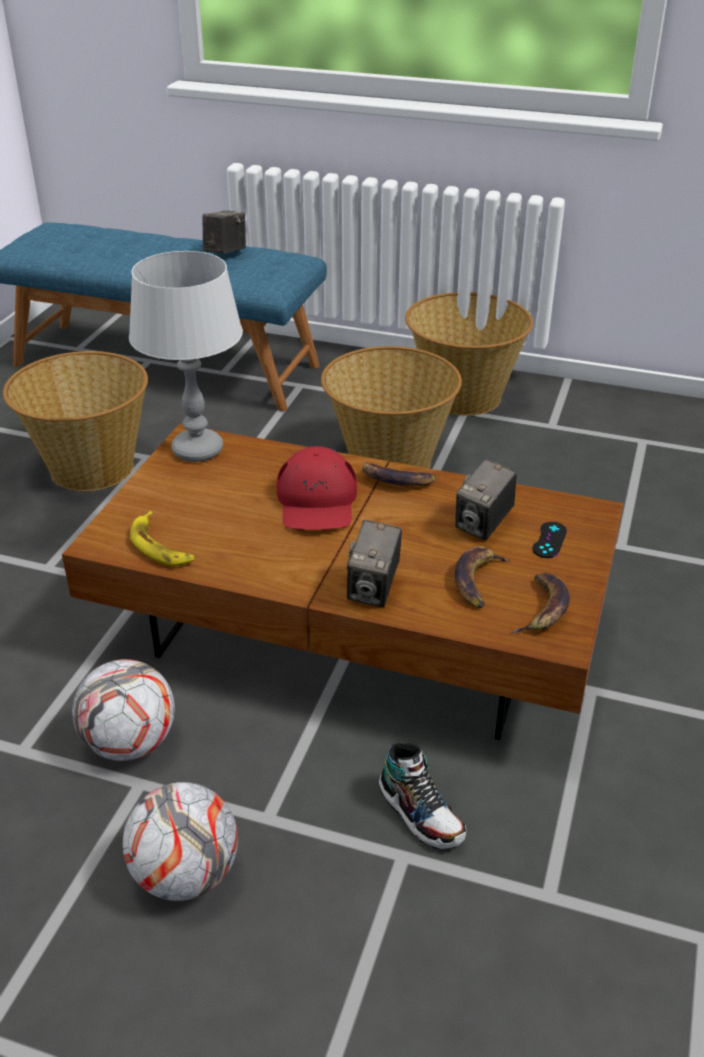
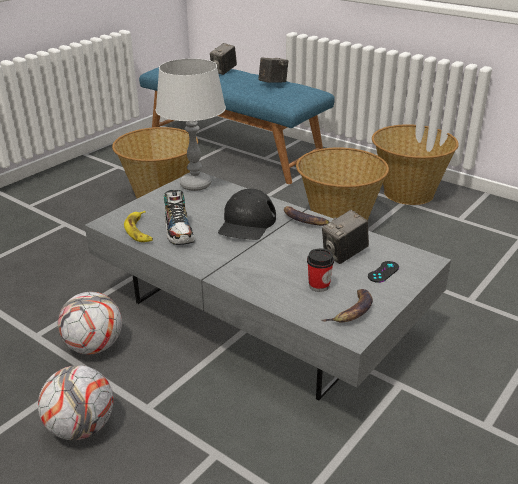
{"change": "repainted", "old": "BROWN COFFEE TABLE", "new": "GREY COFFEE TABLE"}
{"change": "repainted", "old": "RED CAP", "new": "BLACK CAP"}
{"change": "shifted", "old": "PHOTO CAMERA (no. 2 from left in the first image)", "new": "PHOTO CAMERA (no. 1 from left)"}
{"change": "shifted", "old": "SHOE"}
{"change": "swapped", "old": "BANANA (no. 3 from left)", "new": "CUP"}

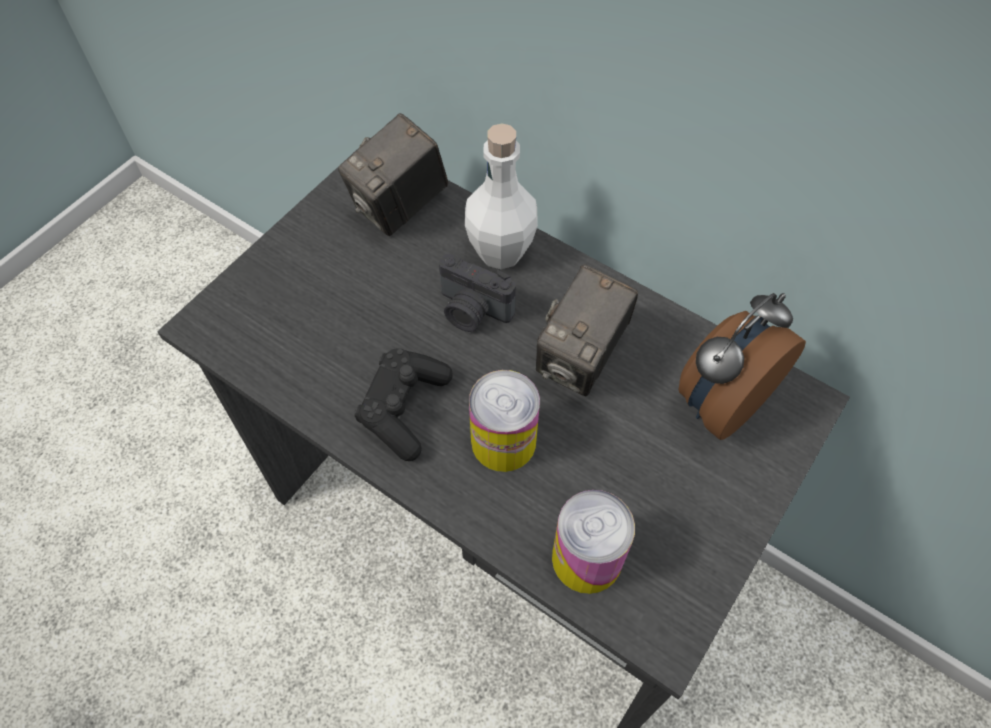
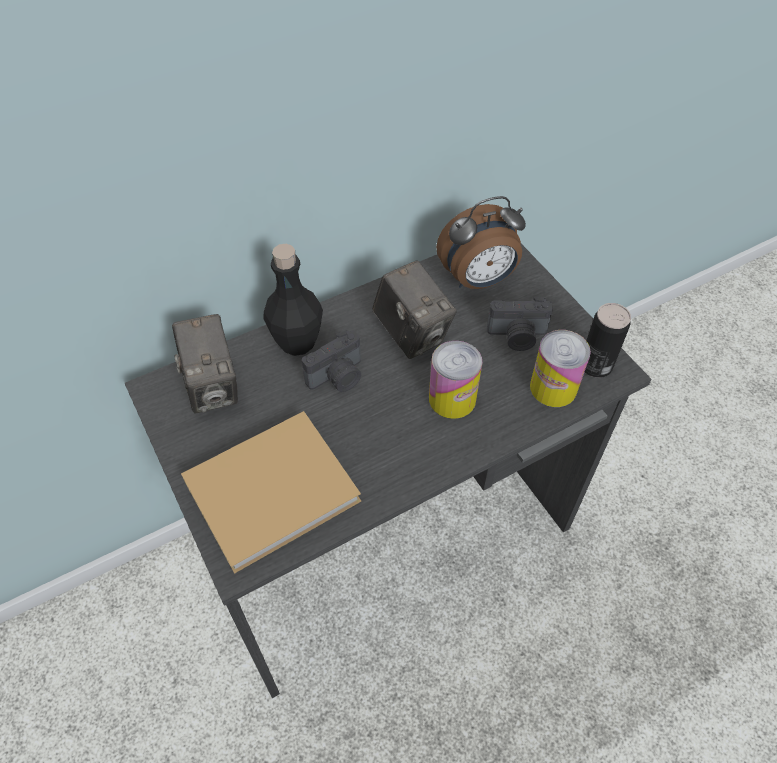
{"change": "gone", "old": "BLACK GAME CONTROLLER"}
{"change": "repainted", "old": "WHITE BOTTLE", "new": "BLACK BOTTLE"}
{"change": "rotated", "old": "ALARM CLOCK", "degrees": -90}
{"change": "new", "new": "BEIGE BOOK"}
{"change": "new", "new": "PHOTO CAMERA (no. 4 from left)"}
{"change": "new", "new": "CAN (no. 3 from left)"}

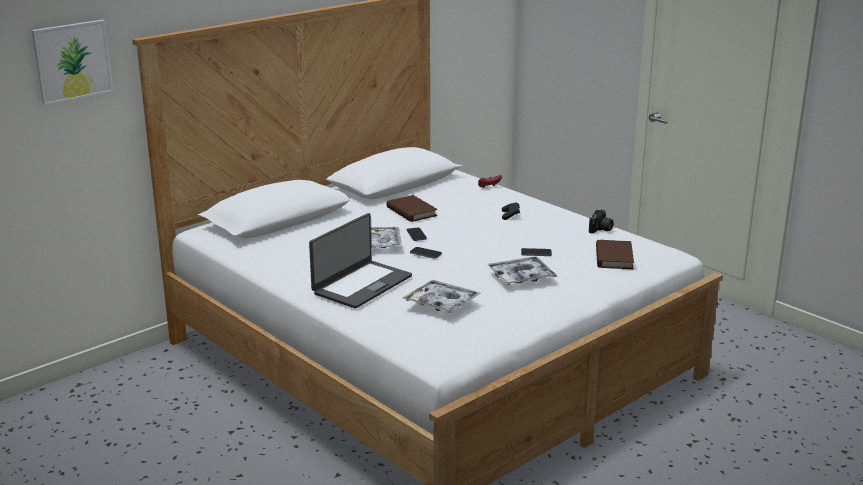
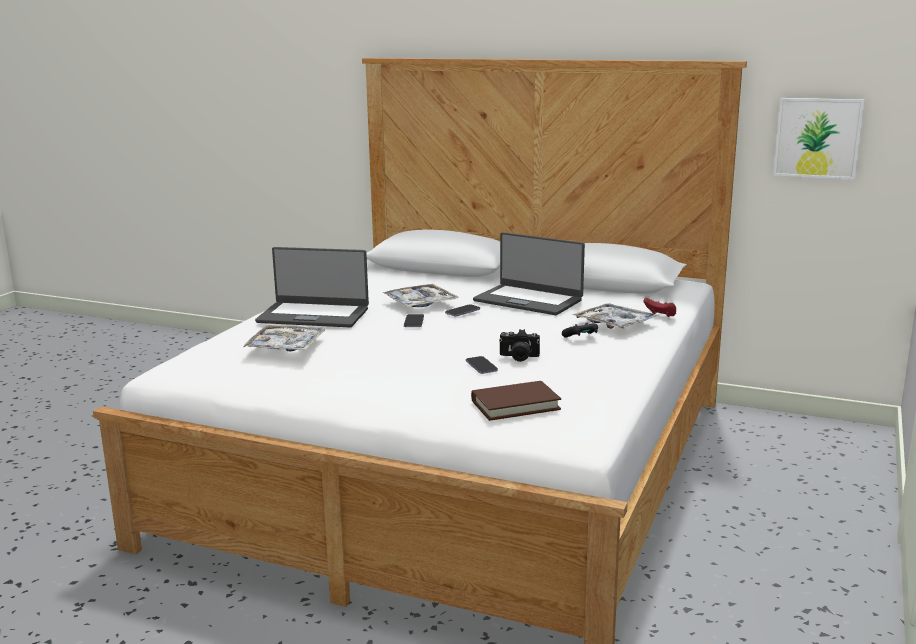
{"change": "shifted", "old": "PICTURE"}
{"change": "swapped", "old": "BROWN BOOK (no. 1 from left)", "new": "LAPTOP (no. 2 from left)"}
{"change": "shifted", "old": "TRAY (no. 3 from left)"}
{"change": "shifted", "old": "PHOTO CAMERA"}

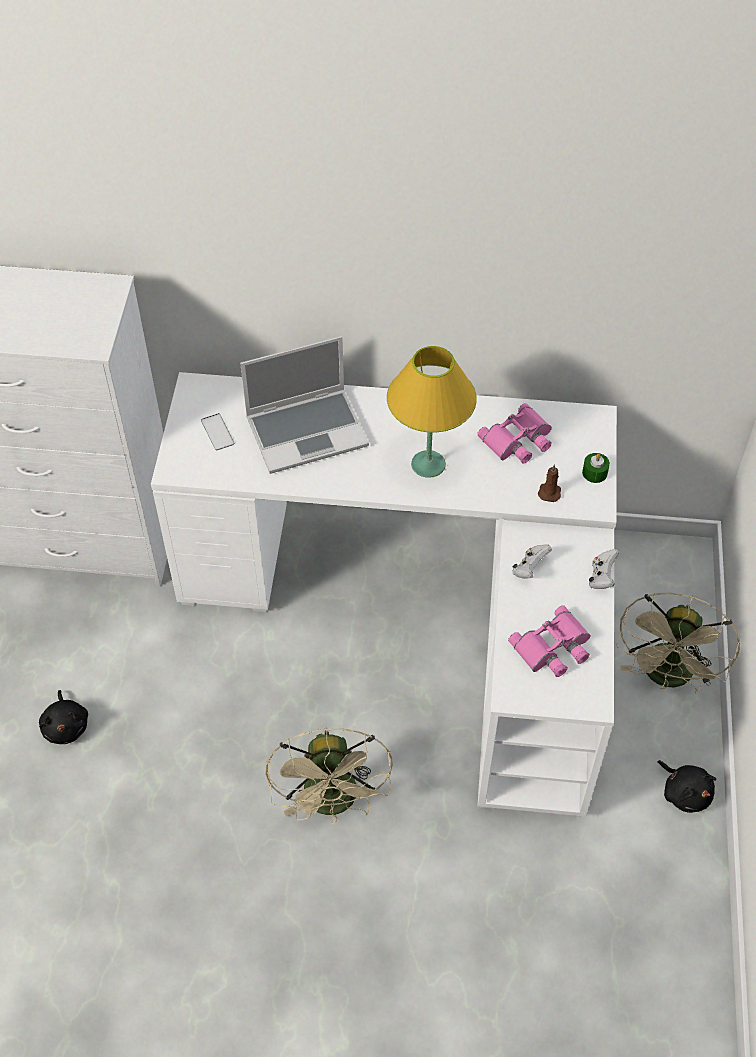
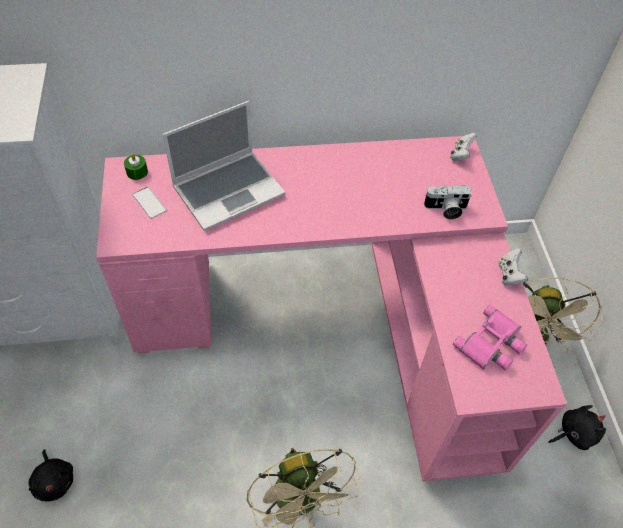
{"change": "repainted", "old": "WHITE DESK", "new": "PINK DESK"}
{"change": "gone", "old": "YELLOW TABLE LAMP"}
{"change": "gone", "old": "PINK BINOCULARS (no. 1 from left)"}
{"change": "shifted", "old": "WHITE GAME CONTROLLER (no. 1 from left)"}
{"change": "swapped", "old": "BROWN CANDLE", "new": "PHOTO CAMERA"}
{"change": "shifted", "old": "GREEN CANDLE"}
{"change": "rotated", "old": "BLACK PLUSH TOY (no. 2 from left)", "degrees": -60}

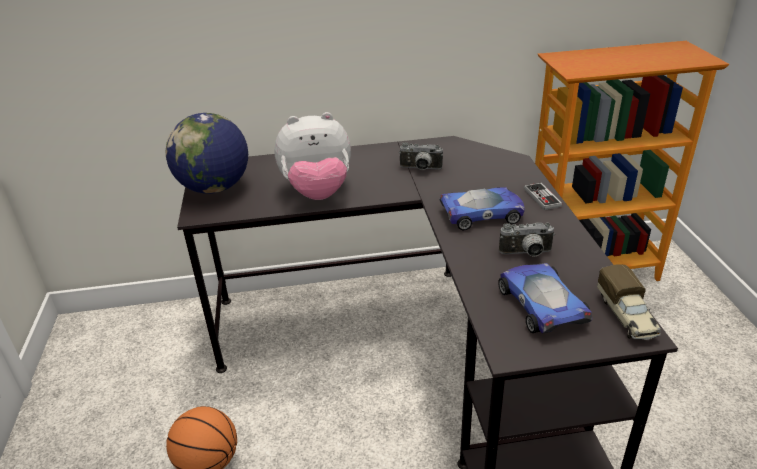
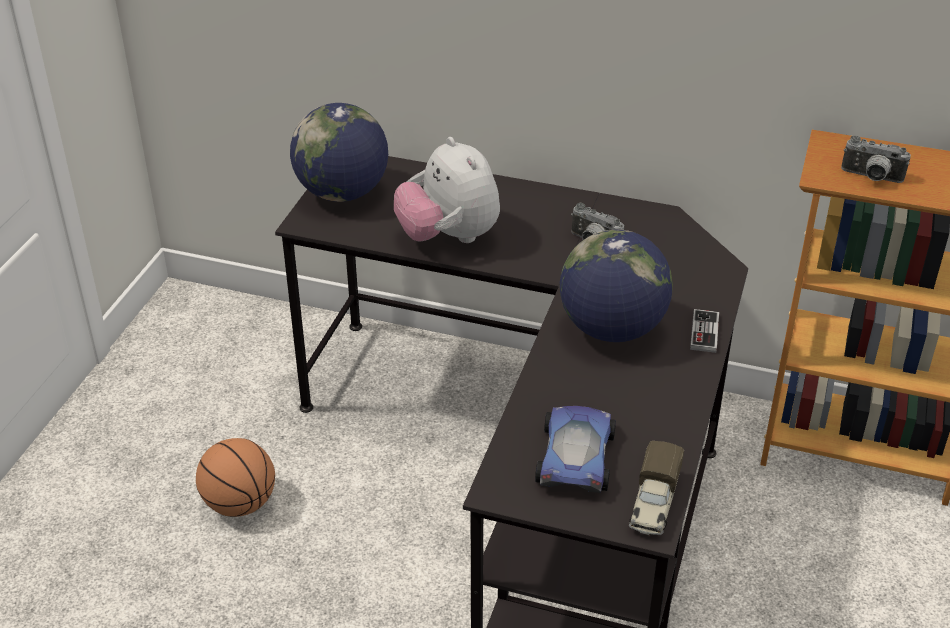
{"change": "rotated", "old": "PLUSH TOY", "degrees": 45}
{"change": "swapped", "old": "TOY CAR (no. 1 from left)", "new": "GLOBE (no. 2 from left)"}
{"change": "shifted", "old": "PHOTO CAMERA (no. 2 from left)"}

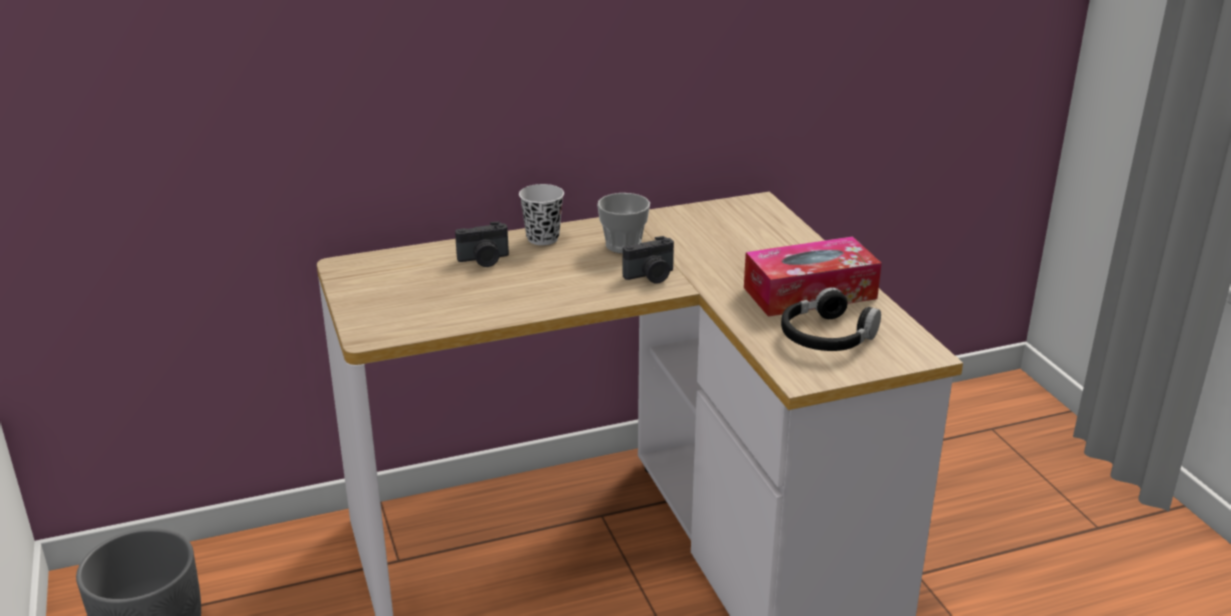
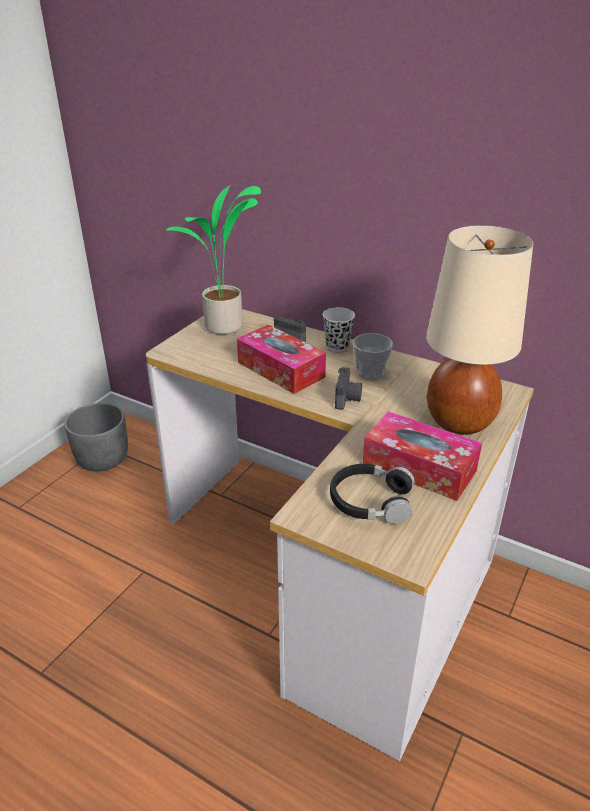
{"change": "rotated", "old": "PHOTO CAMERA (no. 2 from left)", "degrees": -105}
{"change": "new", "new": "POTTED PLANT"}
{"change": "new", "new": "TISSUE BOX (no. 1 from left)"}
{"change": "new", "new": "BEIGE TABLE LAMP"}

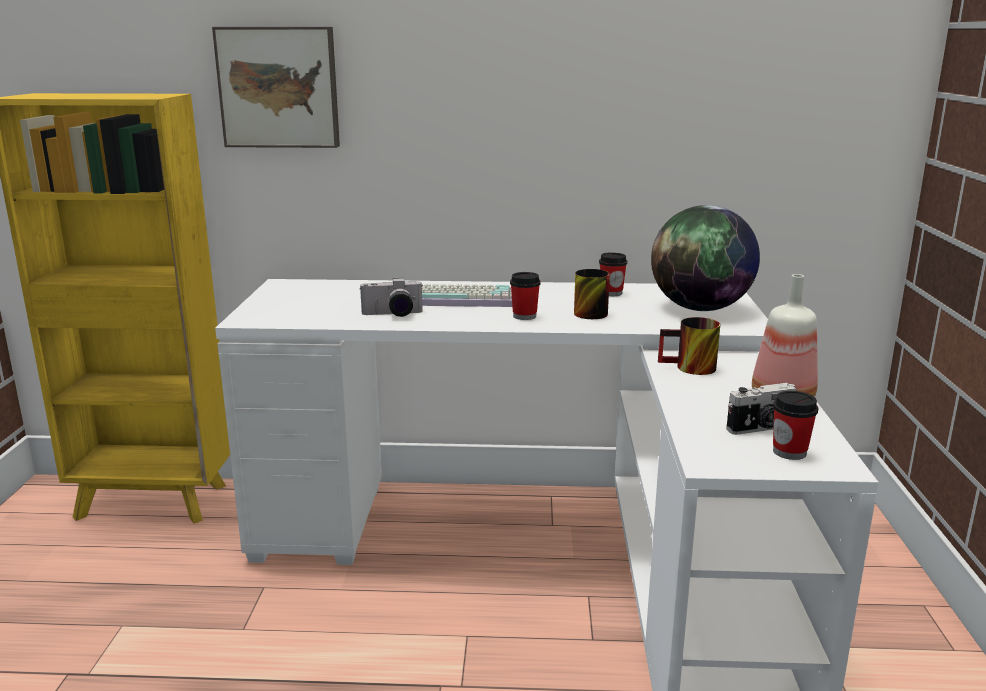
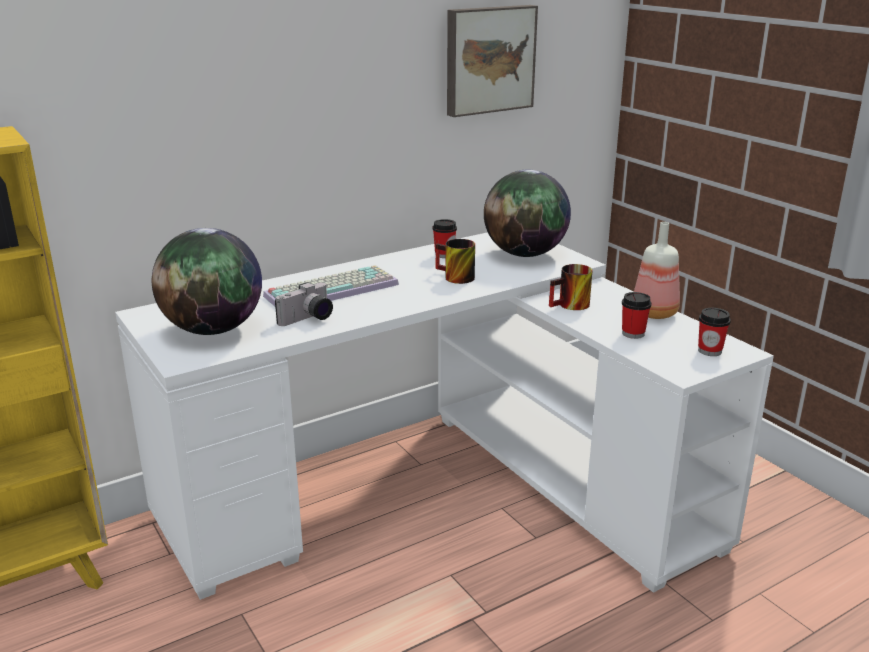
{"change": "shifted", "old": "PICTURE"}
{"change": "shifted", "old": "CUP (no. 1 from left in the first image)", "new": "CUP (no. 2 from left)"}
{"change": "gone", "old": "PHOTO CAMERA (no. 2 from left)"}
{"change": "new", "new": "GLOBE (no. 1 from left)"}

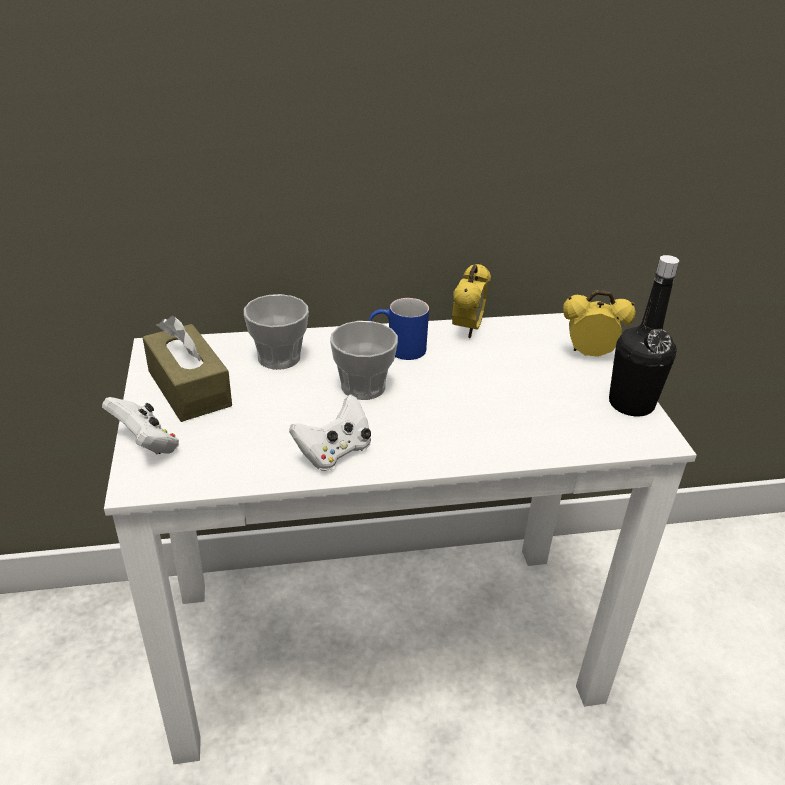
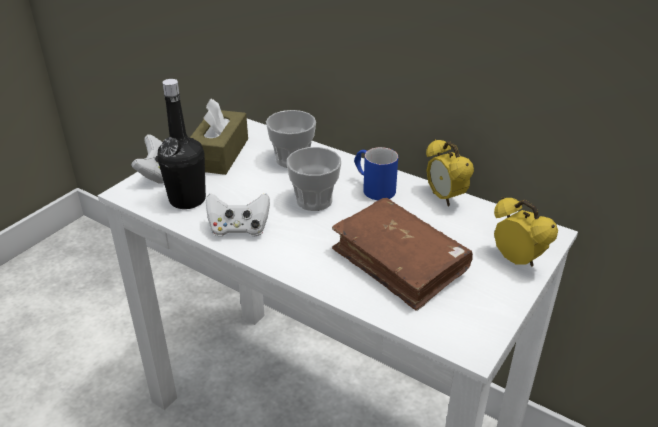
{"change": "rotated", "old": "ALARM CLOCK (no. 1 from left)", "degrees": 90}
{"change": "shifted", "old": "BLACK BOTTLE"}
{"change": "new", "new": "BROWN BOOK"}

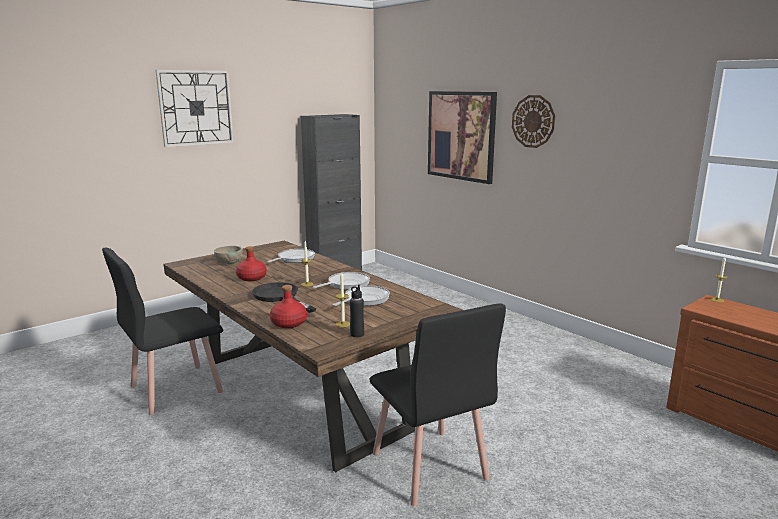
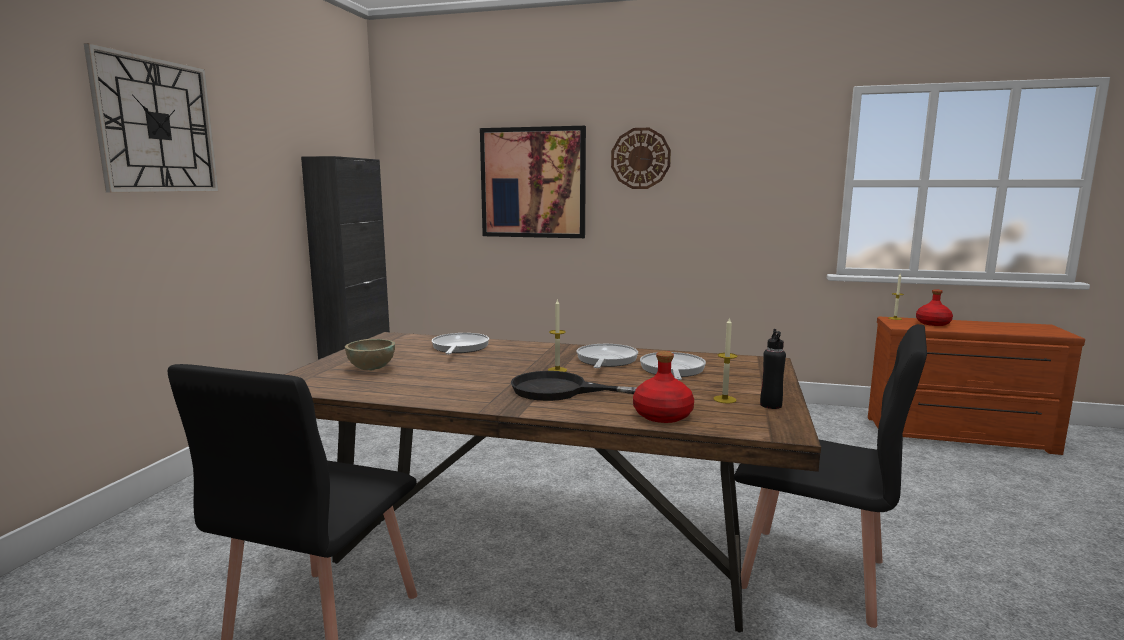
{"change": "shifted", "old": "RED BOTTLE (no. 1 from left in the first image)", "new": "RED BOTTLE (no. 2 from left)"}

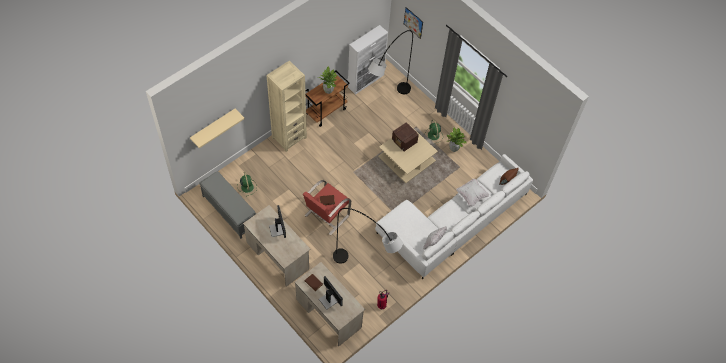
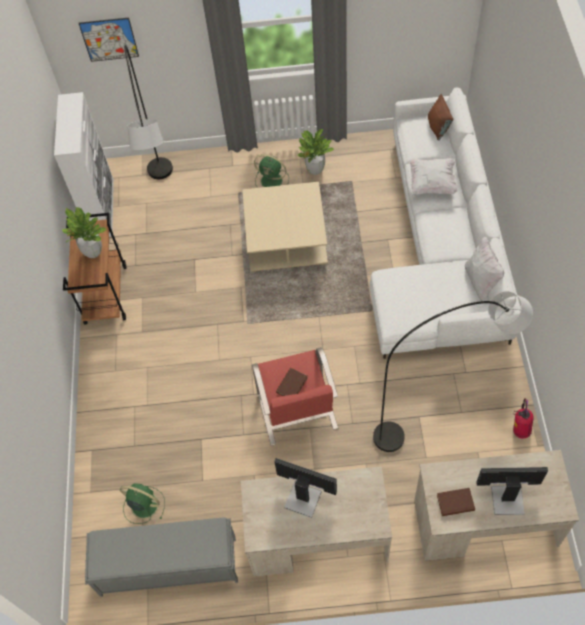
{"change": "gone", "old": "BEIGE SHELF"}
{"change": "gone", "old": "BEIGE BOOKCASE"}
{"change": "gone", "old": "RADIO"}

